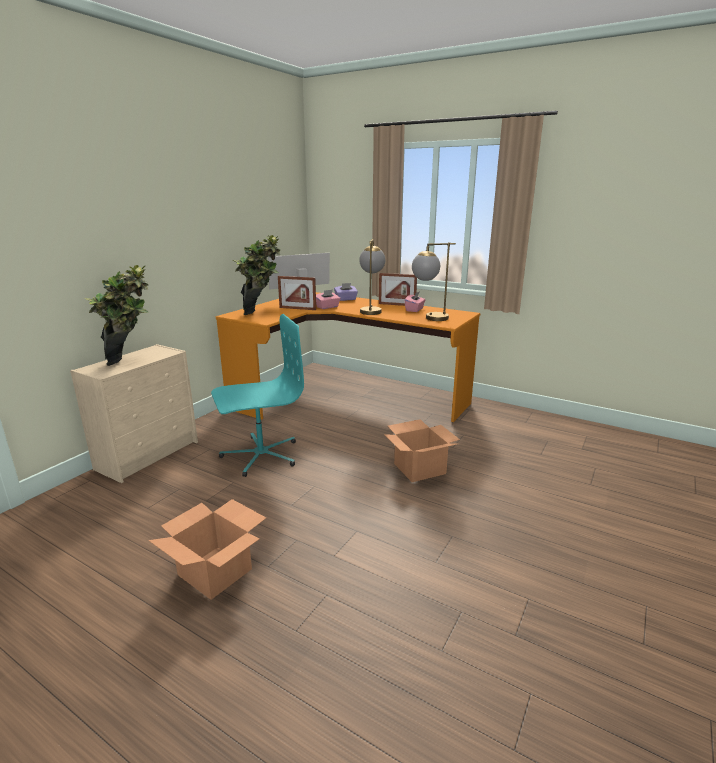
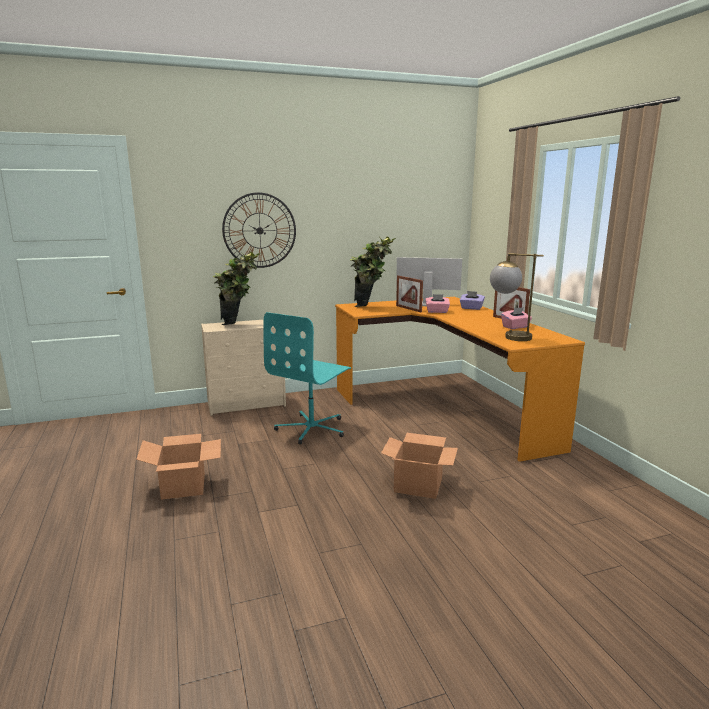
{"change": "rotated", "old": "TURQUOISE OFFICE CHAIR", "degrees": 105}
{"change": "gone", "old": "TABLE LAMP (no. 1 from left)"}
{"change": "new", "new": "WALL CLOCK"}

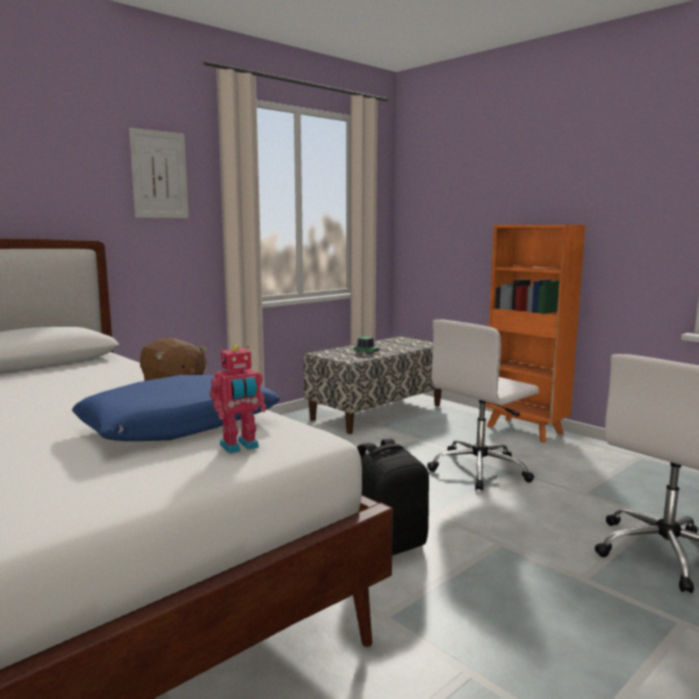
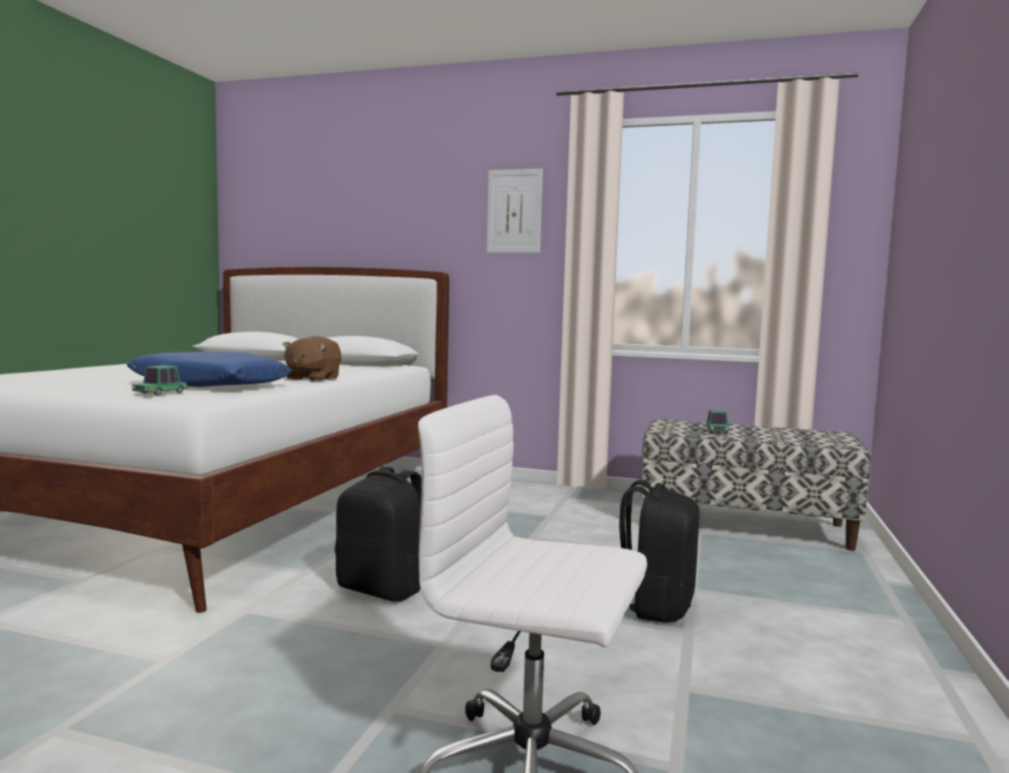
{"change": "swapped", "old": "TOY ROBOT", "new": "TOY CAR (no. 1 from left)"}
{"change": "swapped", "old": "WHITE OFFICE CHAIR (no. 1 from left)", "new": "BLACK BACKPACK (no. 2 from left)"}
{"change": "gone", "old": "ORANGE BOOKCASE"}

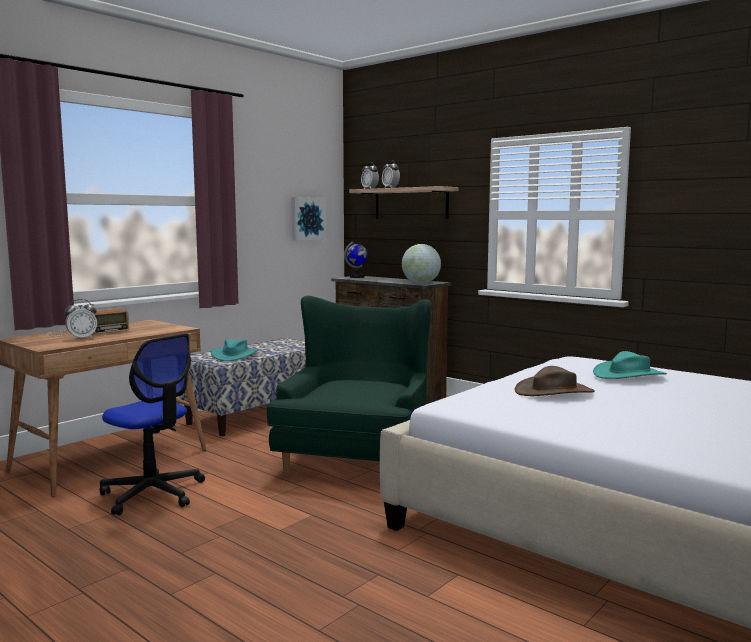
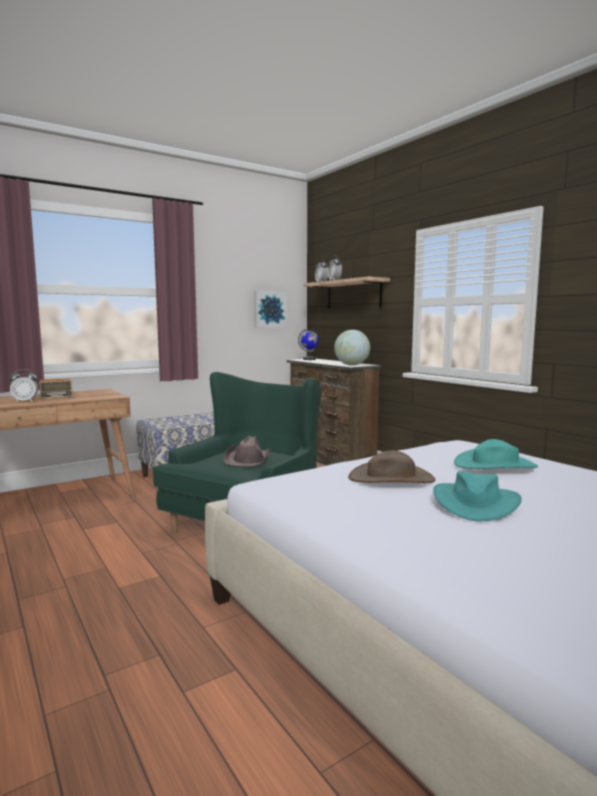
{"change": "gone", "old": "OFFICE CHAIR"}
{"change": "shifted", "old": "TURQUOISE HAT (no. 1 from left)"}
{"change": "new", "new": "BROWN HAT (no. 1 from left)"}

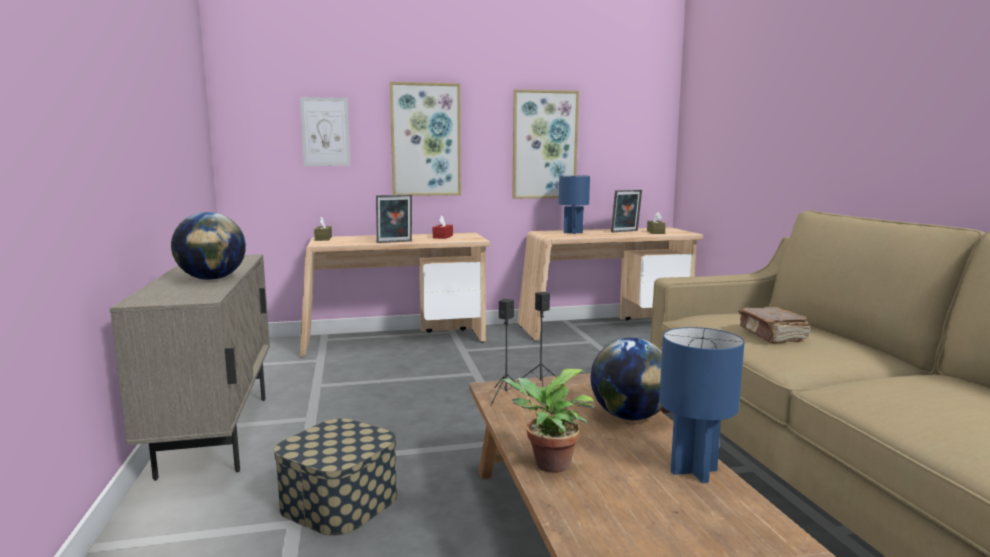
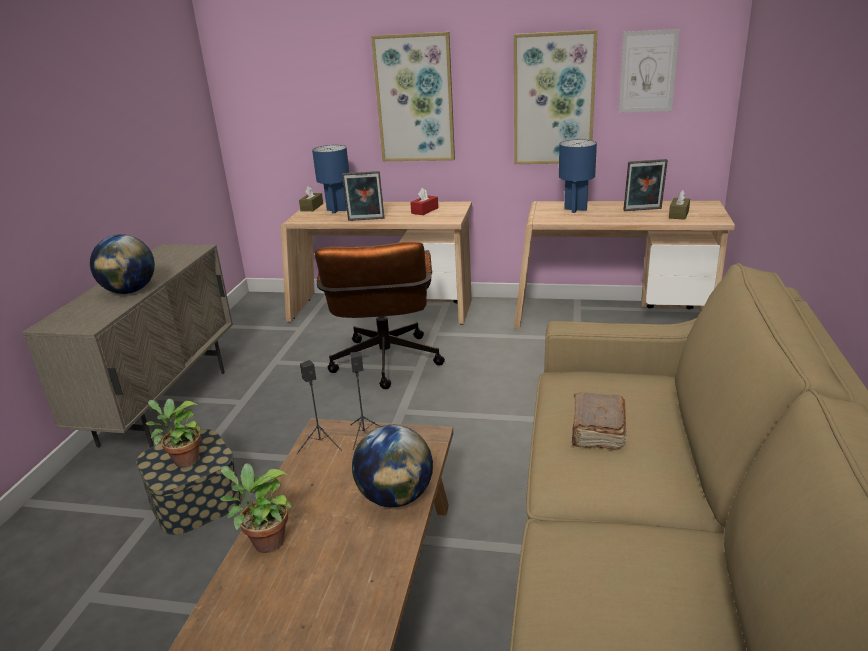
{"change": "shifted", "old": "PICTURE (no. 1 from left in the first image)", "new": "PICTURE (no. 3 from left)"}
{"change": "shifted", "old": "BLUE TABLE LAMP (no. 2 from left in the first image)", "new": "BLUE TABLE LAMP (no. 1 from left)"}
{"change": "new", "new": "POTTED PLANT (no. 1 from left)"}
{"change": "new", "new": "BROWN OFFICE CHAIR"}

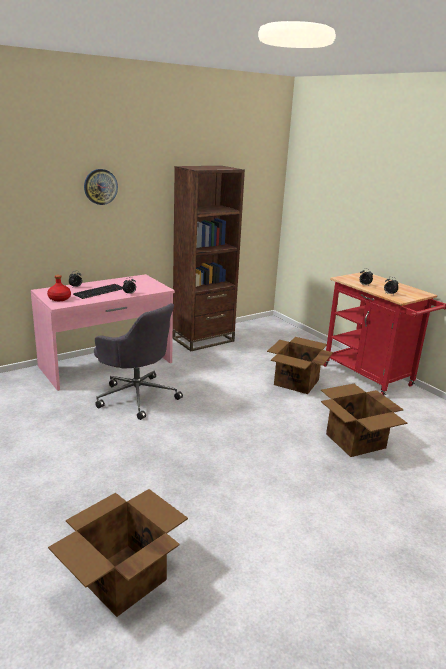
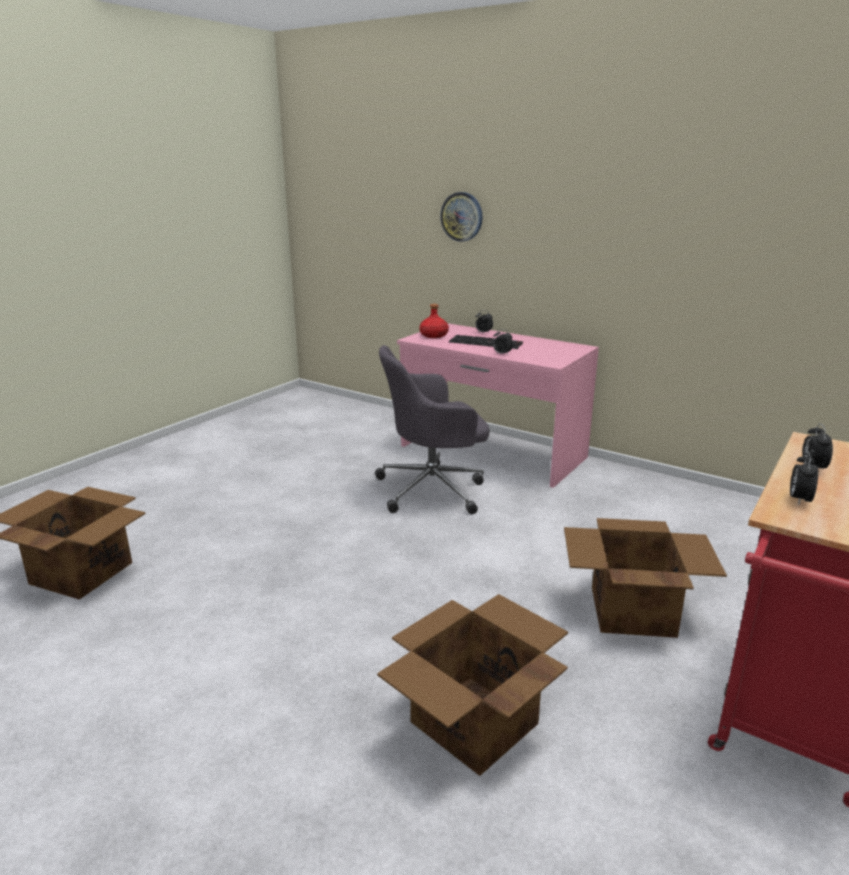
{"change": "shifted", "old": "WALL CLOCK"}
{"change": "rotated", "old": "GREY OFFICE CHAIR", "degrees": 60}
{"change": "gone", "old": "BROWN BOOKCASE"}

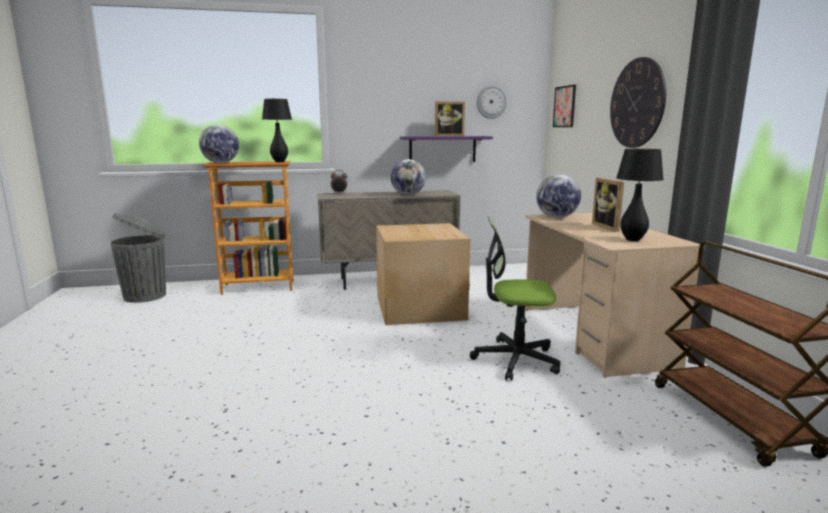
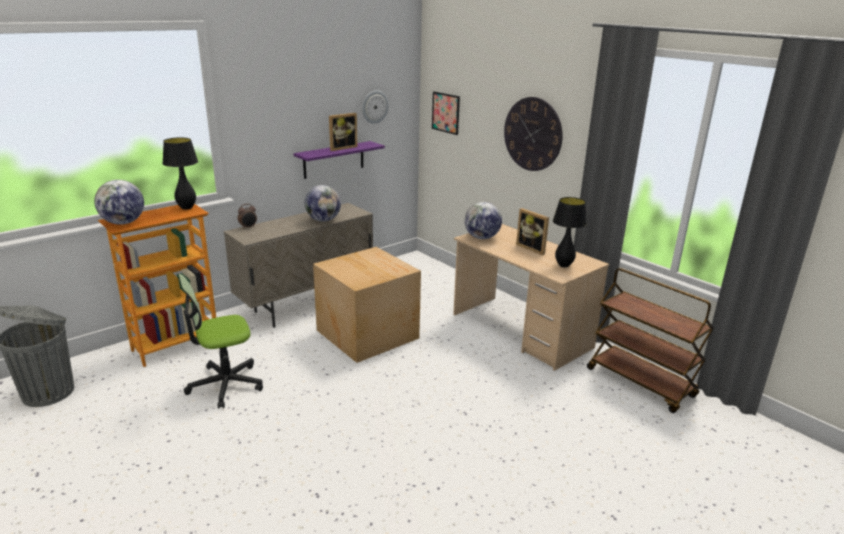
{"change": "shifted", "old": "OFFICE CHAIR"}

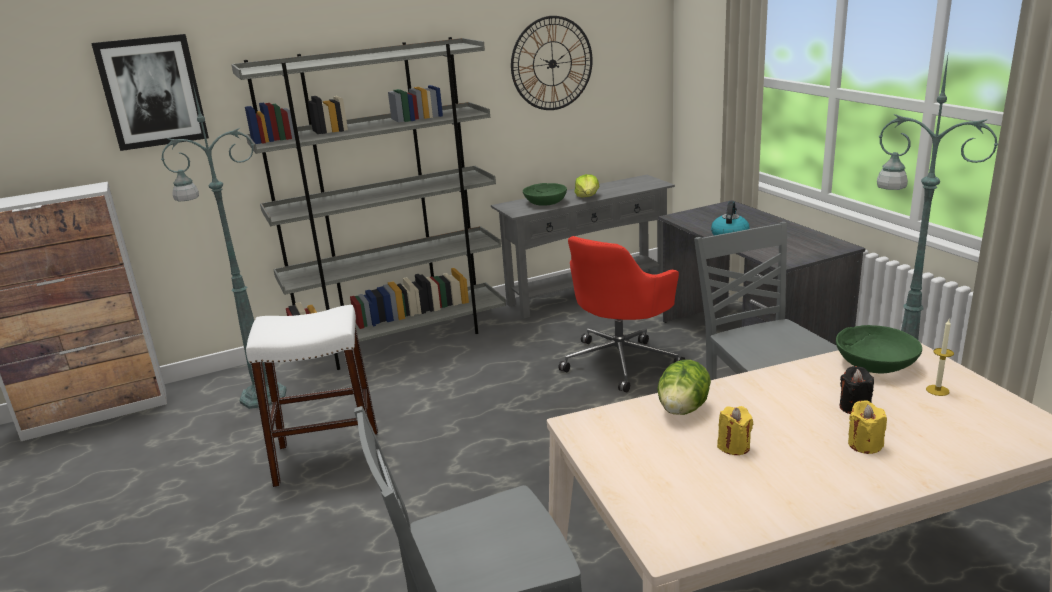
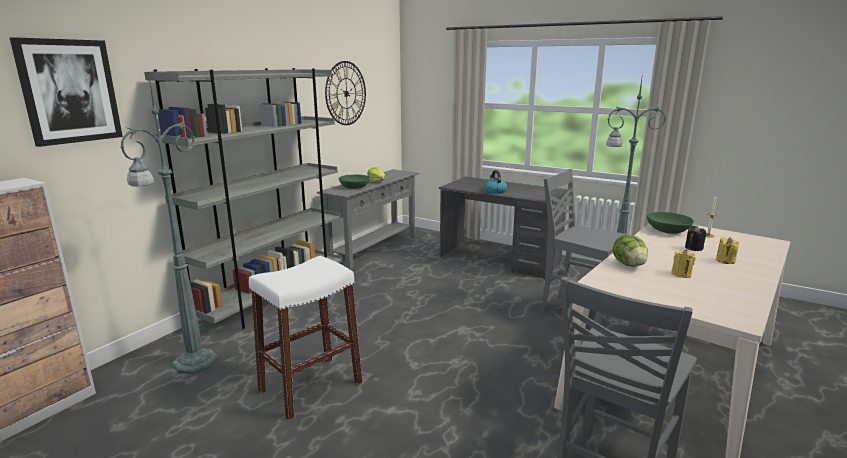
{"change": "gone", "old": "RED OFFICE CHAIR"}

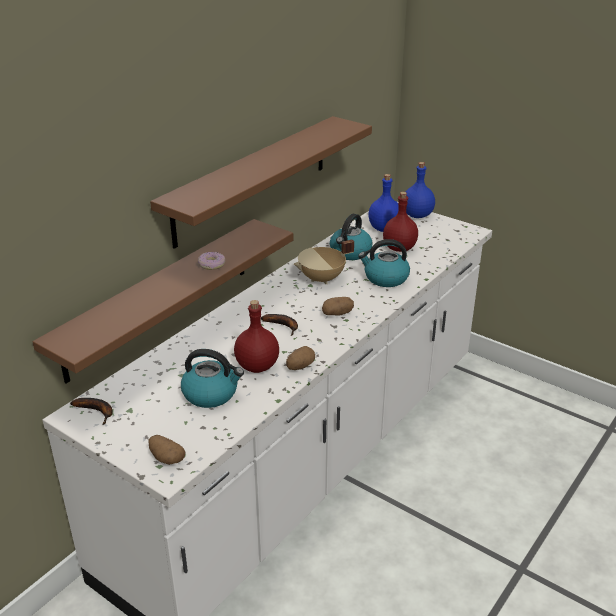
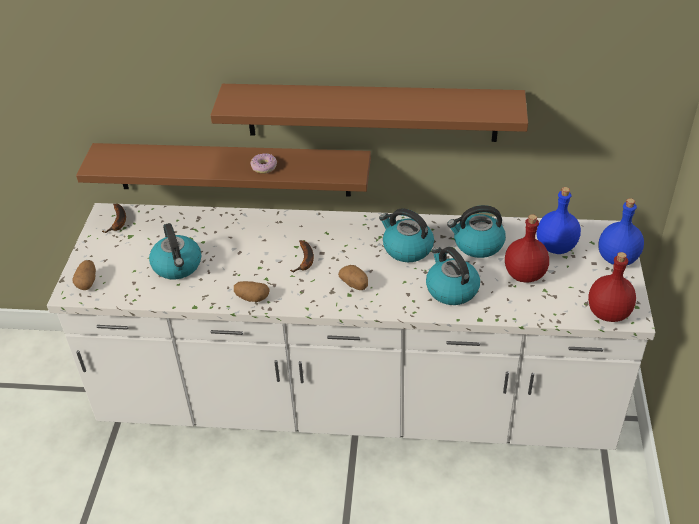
{"change": "shifted", "old": "RED BOTTLE (no. 1 from left in the first image)", "new": "RED BOTTLE (no. 2 from left)"}
{"change": "swapped", "old": "BEIGE COOKING POT", "new": "KETTLE (no. 2 from left)"}

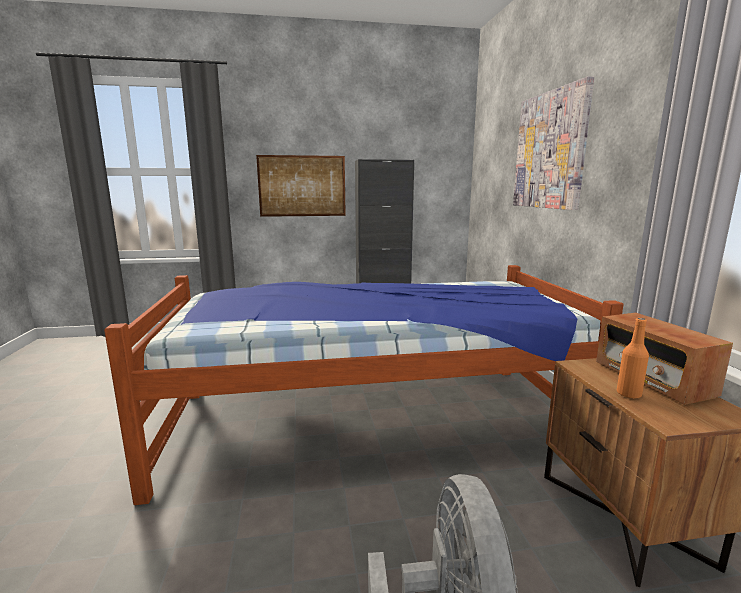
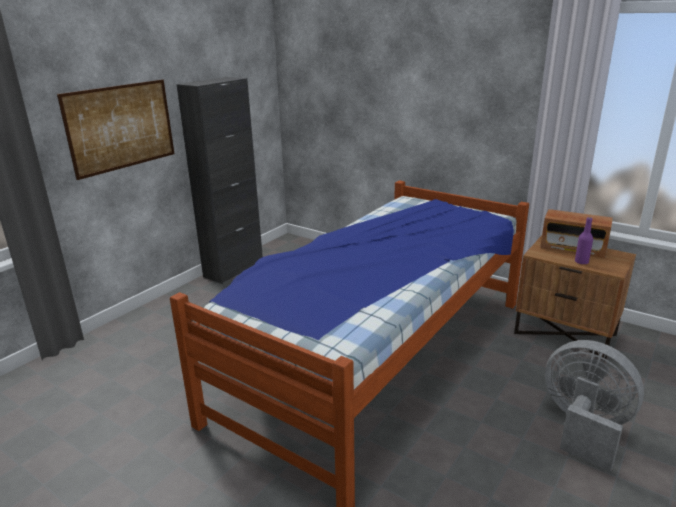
{"change": "gone", "old": "PICTURE (no. 2 from left)"}
{"change": "repainted", "old": "ORANGE BOTTLE", "new": "PURPLE BOTTLE"}

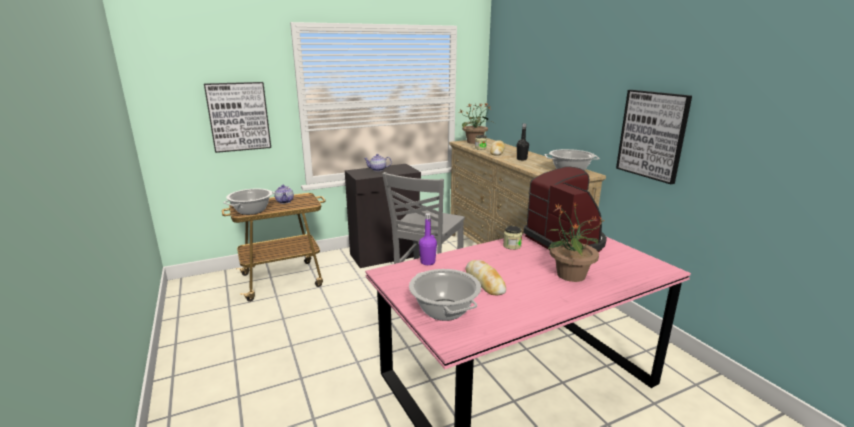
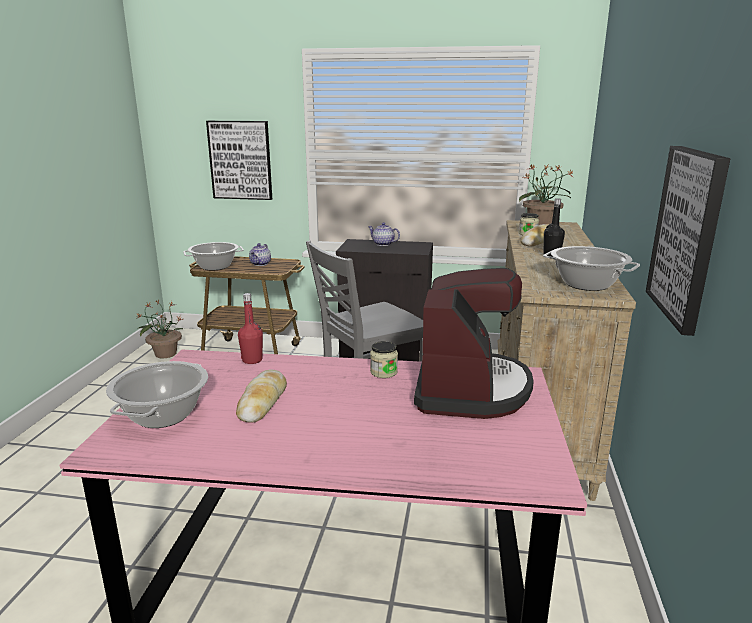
{"change": "repainted", "old": "PURPLE BOTTLE", "new": "RED BOTTLE"}
{"change": "shifted", "old": "POTTED PLANT (no. 2 from left in the first image)", "new": "POTTED PLANT (no. 1 from left)"}

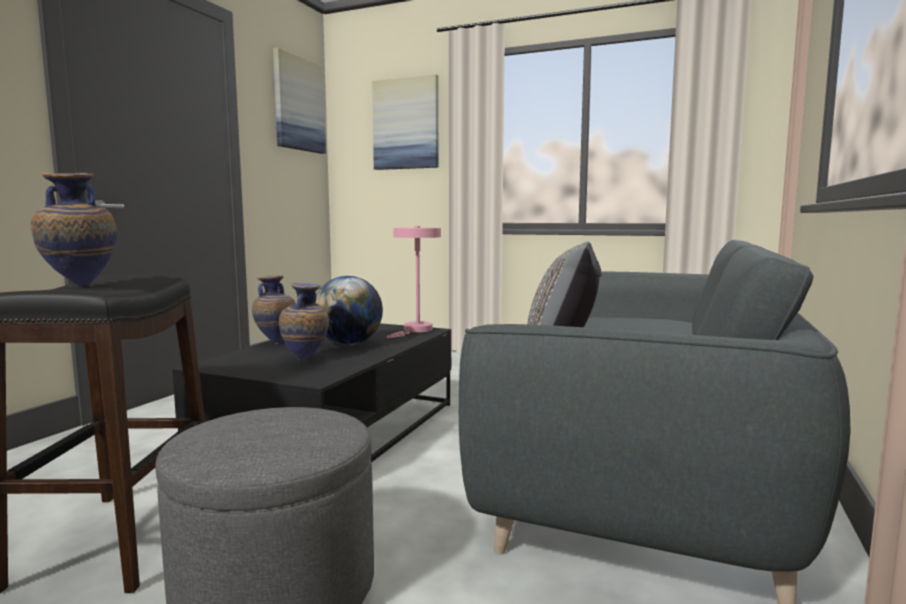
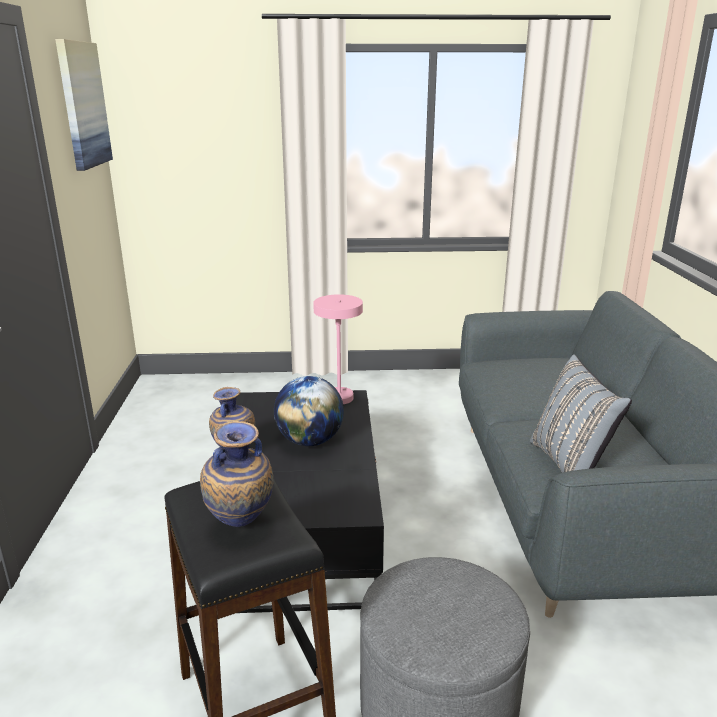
{"change": "gone", "old": "VASE (no. 3 from left)"}
{"change": "gone", "old": "PICTURE (no. 2 from left)"}

